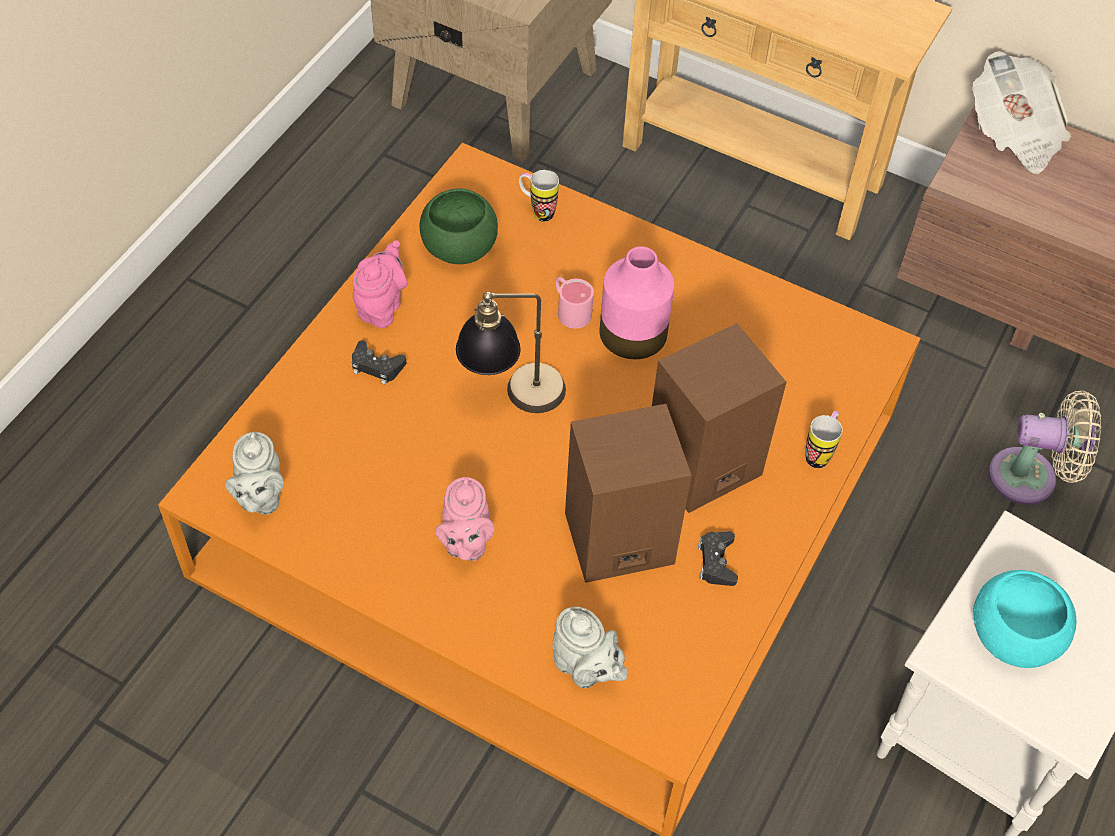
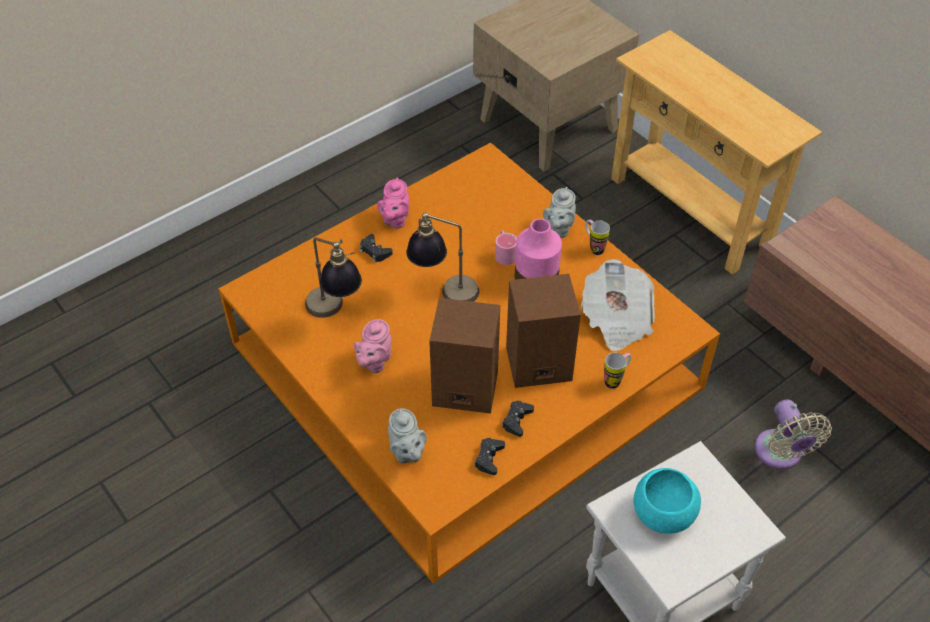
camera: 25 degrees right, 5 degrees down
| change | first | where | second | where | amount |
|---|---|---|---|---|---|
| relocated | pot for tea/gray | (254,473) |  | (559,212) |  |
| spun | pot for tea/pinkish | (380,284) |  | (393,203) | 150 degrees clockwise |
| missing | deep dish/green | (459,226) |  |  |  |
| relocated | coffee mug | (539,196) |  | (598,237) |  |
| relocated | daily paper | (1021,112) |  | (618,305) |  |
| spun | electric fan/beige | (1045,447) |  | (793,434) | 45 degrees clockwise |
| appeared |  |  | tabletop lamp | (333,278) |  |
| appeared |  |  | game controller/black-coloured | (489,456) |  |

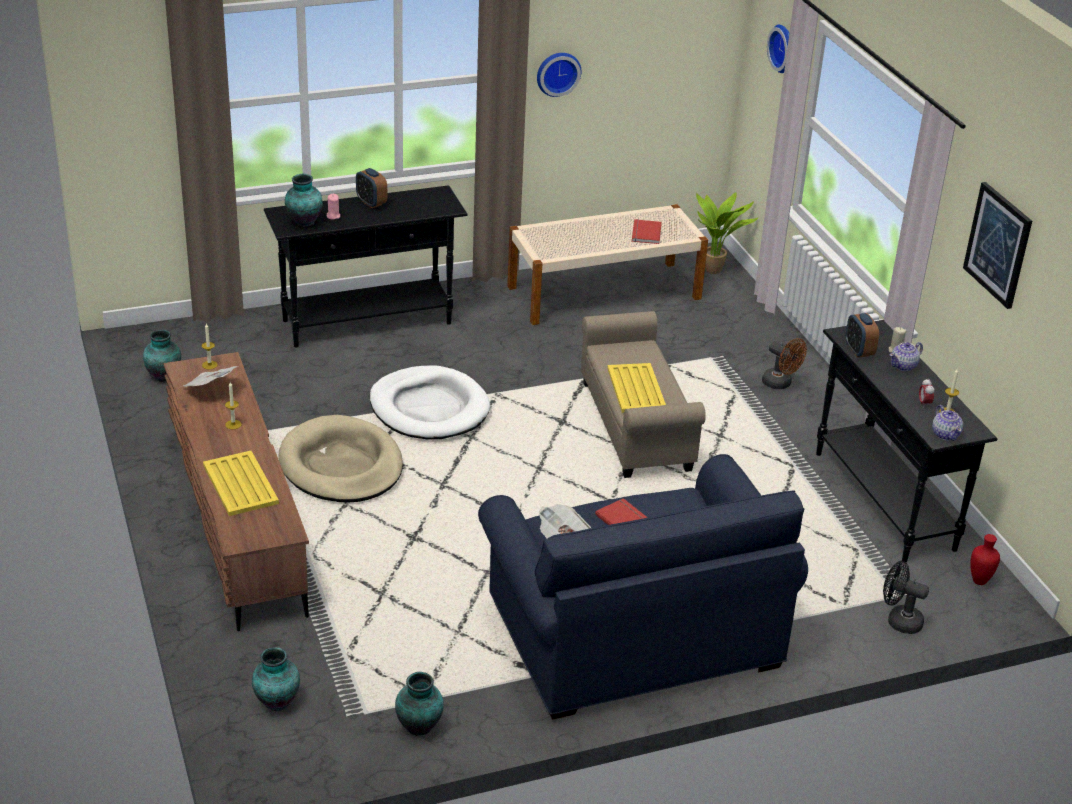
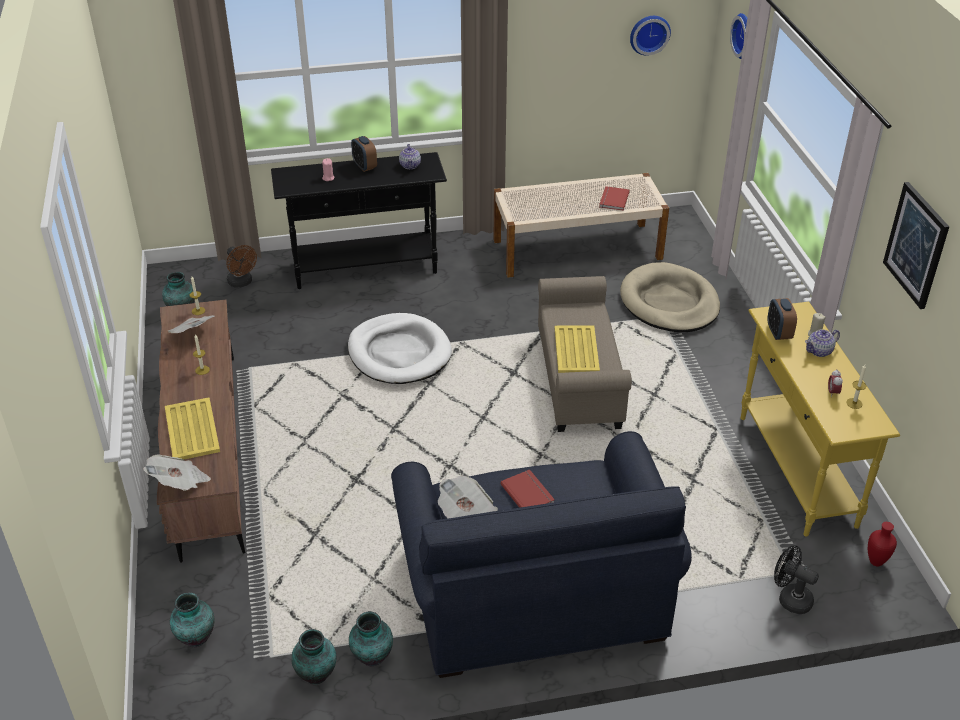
camera: 10 degrees right, 5 degrees up
| change | first | where | second | where | amount |
|---|---|---|---|---|---|
| relocated | dog bed/beige | (340,459) |  | (670,297) |  |
| relocated | flower vase | (304,200) |  | (371,638) |  |
| relocated | hanging clock | (559,75) |  | (650,36) |  |
| missing | potted plant | (727,233) |  |  |  |
| relocated | electric fan/brown | (784,363) |  | (241,266) |  |
| colour | hall table/black-coloured | (907,441) | hall table/yellow-coloured | (820,419) |  |
| relocated | pot for tea | (947,423) |  | (410,156) |  |
| appeared |  |  | daily paper | (177,472) |  |

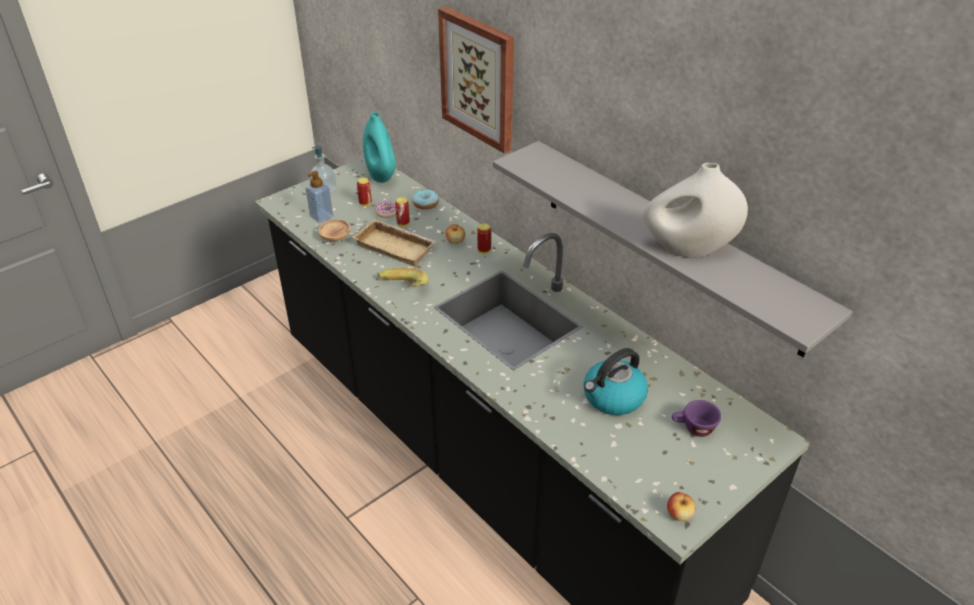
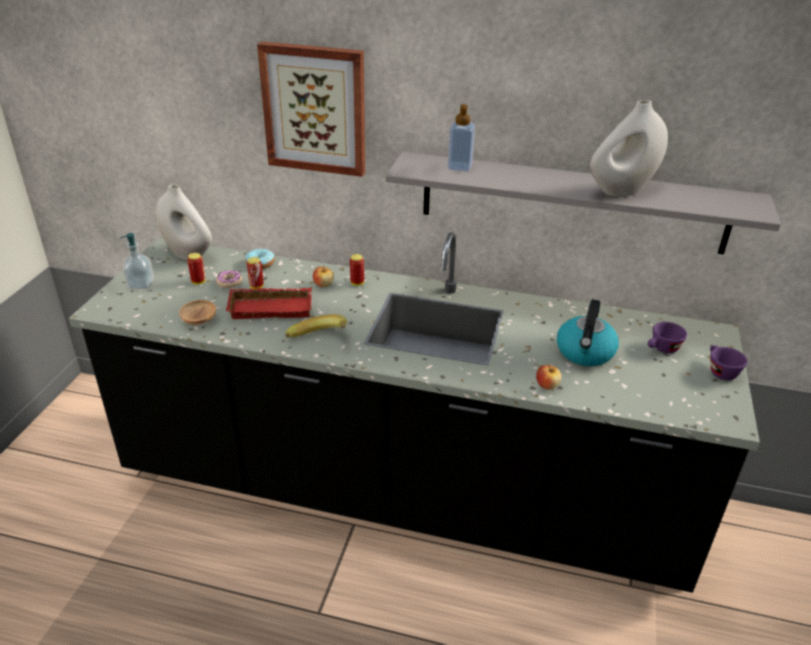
camera: 35 degrees left, 5 degrees down
| change | first | where | second | where | amount |
|---|---|---|---|---|---|
| relocated | liquid soap bottle | (319,197) |  | (461,138) |  |
| colour | carrying tray/beige | (394,242) | carrying tray/reddish | (269,303) |  |
| colour | flower vase/turquoise-coloured | (379,147) | flower vase/whitish | (184,222) |  |
| relocated | whole apple | (681,506) |  | (548,376) |  |
| appeared |  |  | cup/purple | (729,362) |  |

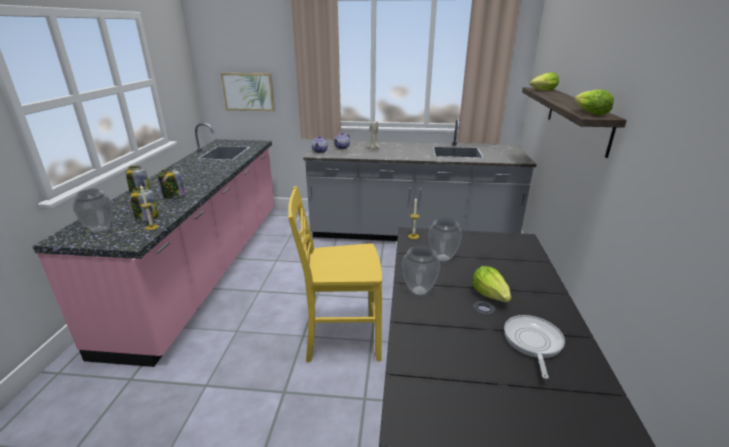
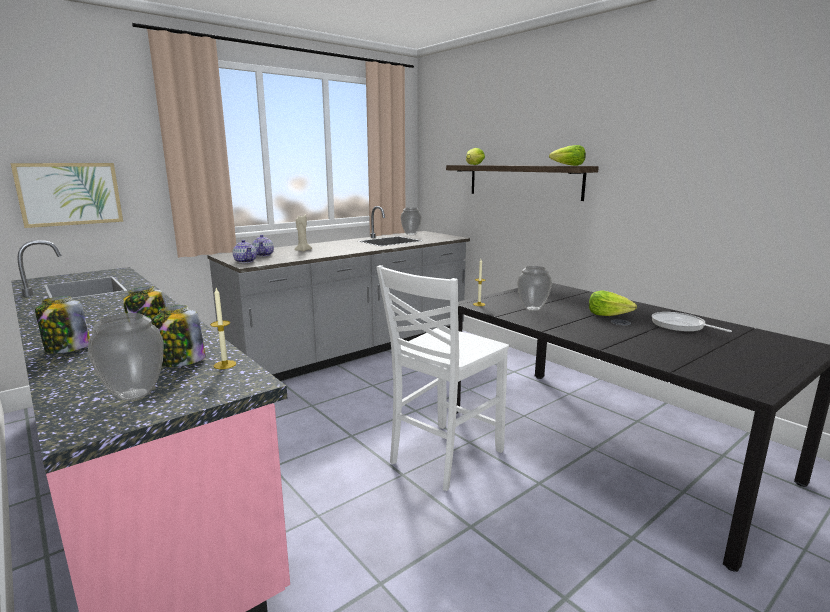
camera: 45 degrees left, 10 degrees down
| change | first | where | second | where | amount |
|---|---|---|---|---|---|
| colour | chair/yellow-coloured | (335,274) | chair/whitish | (442,378) |  |
| relocated | flower vase | (421,270) |  | (411,221) |  |

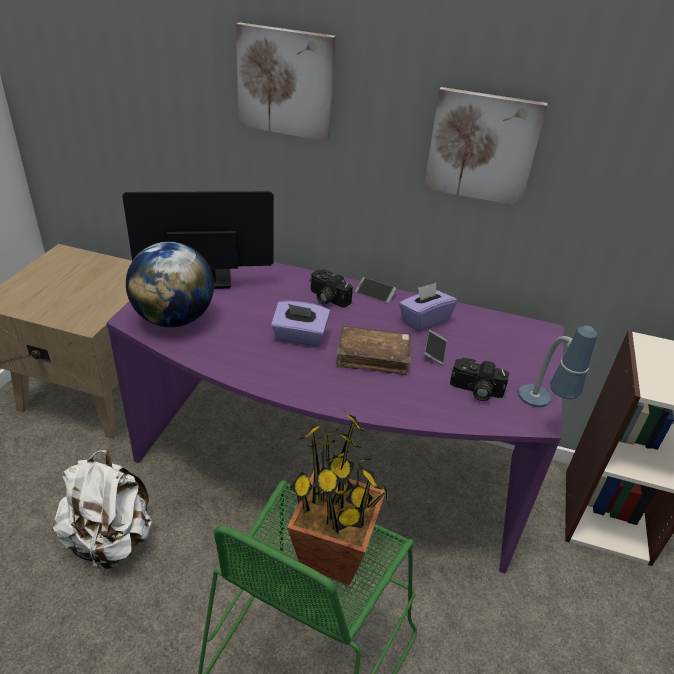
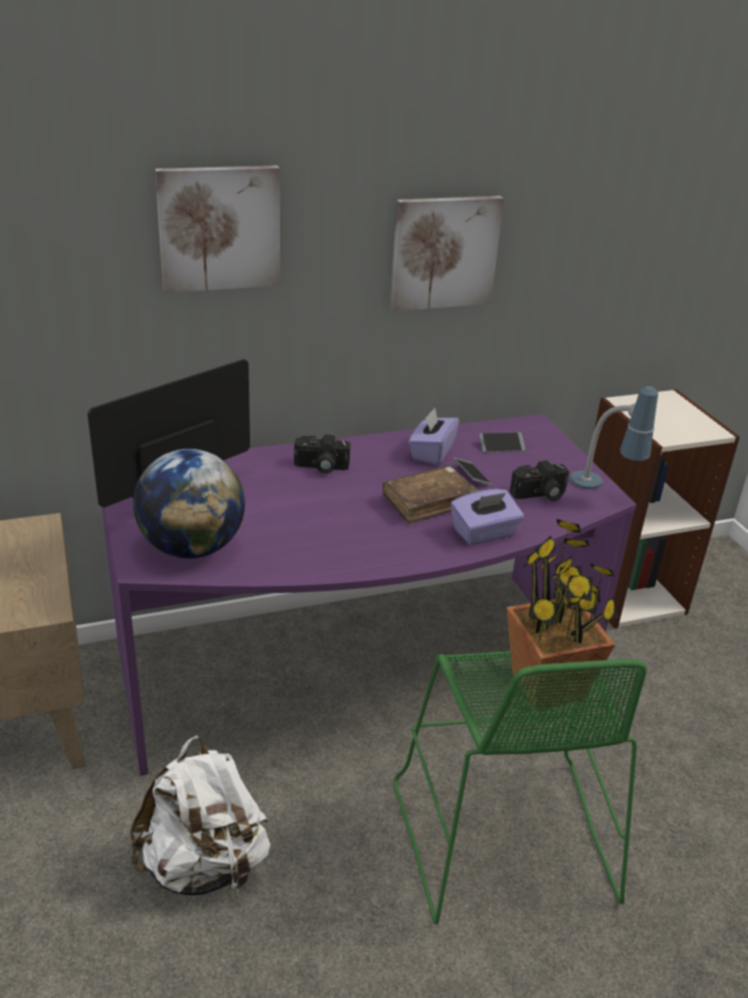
camera: 35 degrees left, 5 degrees down
| change | first | where | second | where | amount |
|---|---|---|---|---|---|
| relocated | tissue box/purple | (300,323) |  | (487,517) |  |
| relocated | telephone | (375,290) |  | (502,442) |  |

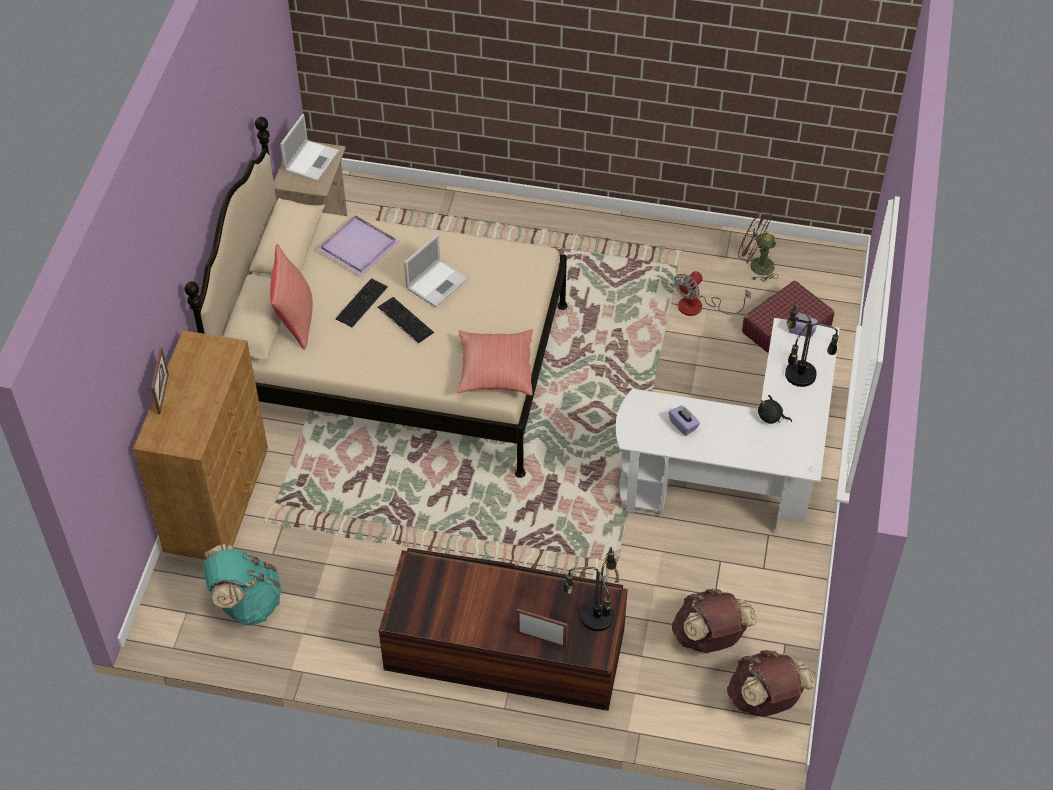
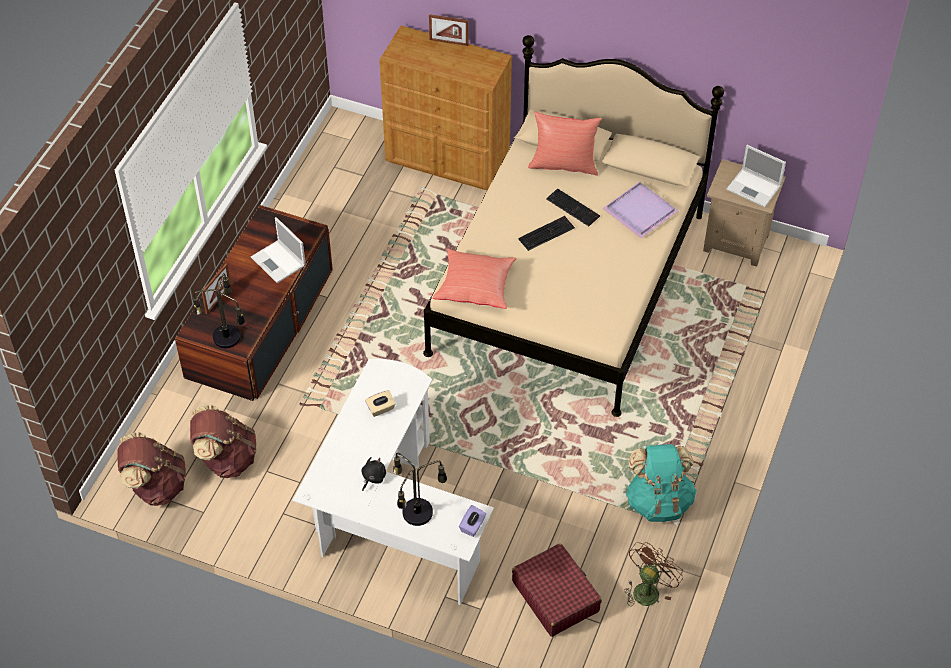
camera: 100 degrees right, 0 degrees up
| change | first | where | second | where | amount |
|---|---|---|---|---|---|
| relocated | knapsack/turquoise-coloured | (242,584) |  | (661,483) |  |
| relocated | laptop | (436,270) |  | (278,250) |  |
| colour | tissue box/purple | (684,420) | tissue box/beige | (380,403) |  |
| missing | electric fan | (712,293) |  |  |  |

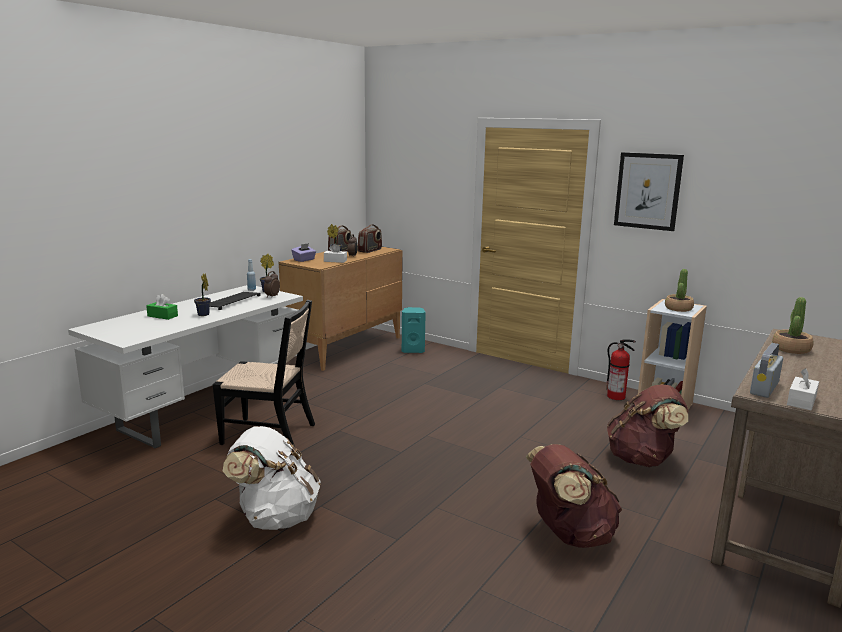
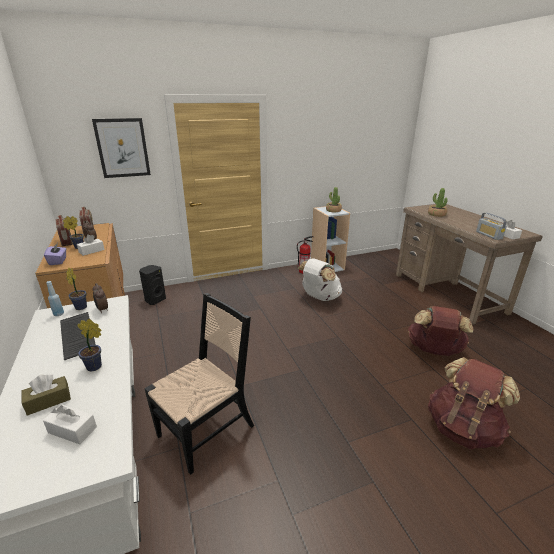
camera: 55 degrees left, 10 degrees up
| change | first | where | second | where | amount |
|---|---|---|---|---|---|
| colour | tissue box/green | (162,307) | tissue box/brown | (46,395) |  |
| relocated | knapsack/whitish | (271,478) |  | (319,279) |  |
| colour | loudspeaker/turquoise-coloured | (414,330) | loudspeaker/black-coloured | (152,285) |  |
| relocated | knapsack/brown | (648,425) |  | (474,403) |  |
| relocated | wall picture | (649,191) |  | (121,148) |  |
| appeared |  |  | tissue box/whitish | (70,424) |  |

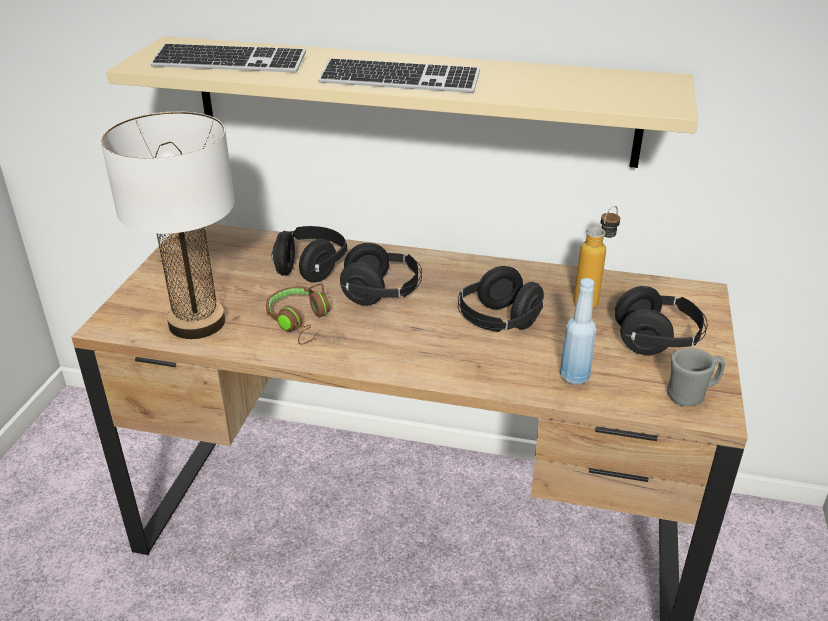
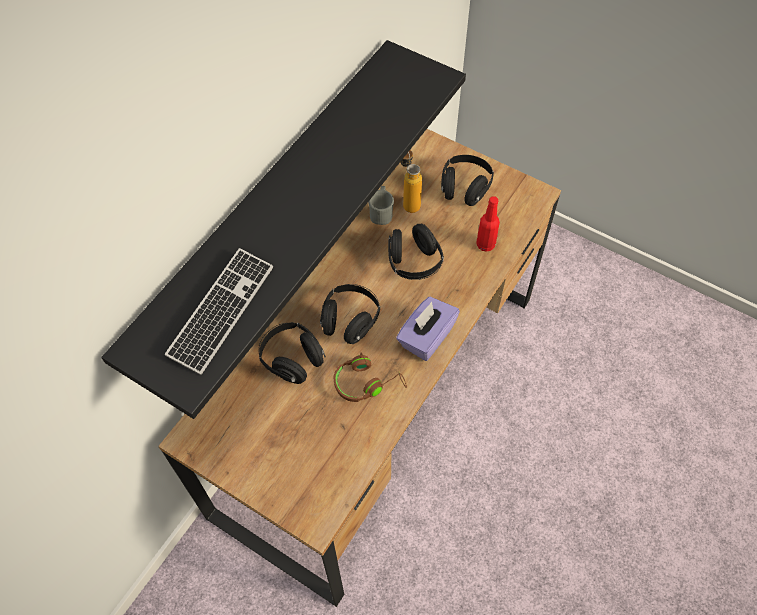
camera: 70 degrees left, 25 degrees up
| change | first | where | second | where | amount |
|---|---|---|---|---|---|
| missing | tabletop lamp | (168,225) |  |  |  |
| colour | shelf/beige | (402,102) | shelf/black-coloured | (283,229) |  |
| missing | computer keyboard | (399,75) |  |  |  |
| colour | bottle/bluish | (578,331) | bottle/reddish | (488,224) |  |
| relocated | coffee mug/gray | (696,377) |  | (381,205) |  |
| appeared |  |  | tissue box/purple | (428,329) |  |

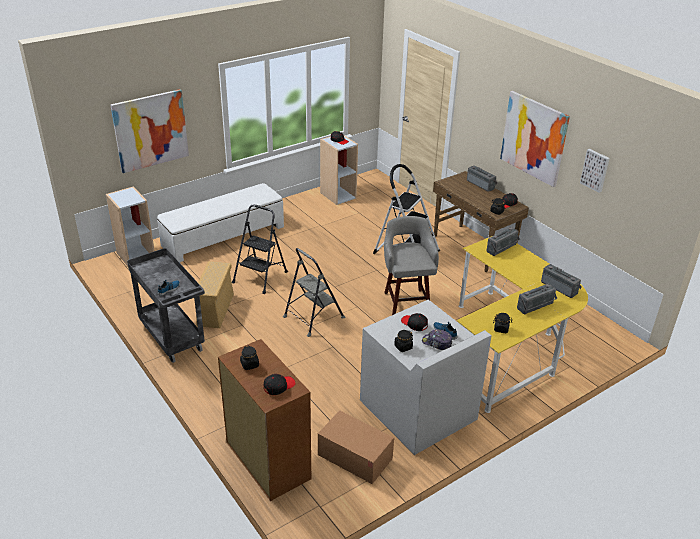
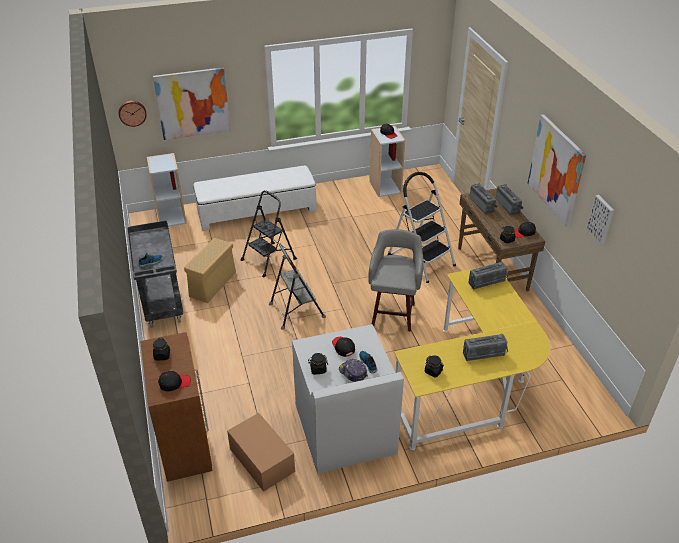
camera: 20 degrees right, 5 degrees up
| change | first | where | second | where | amount |
|---|---|---|---|---|---|
| relocated | radio | (561,281) |  | (484,198) |  |
| appeared |  |  | hanging clock | (133,114) |  |

